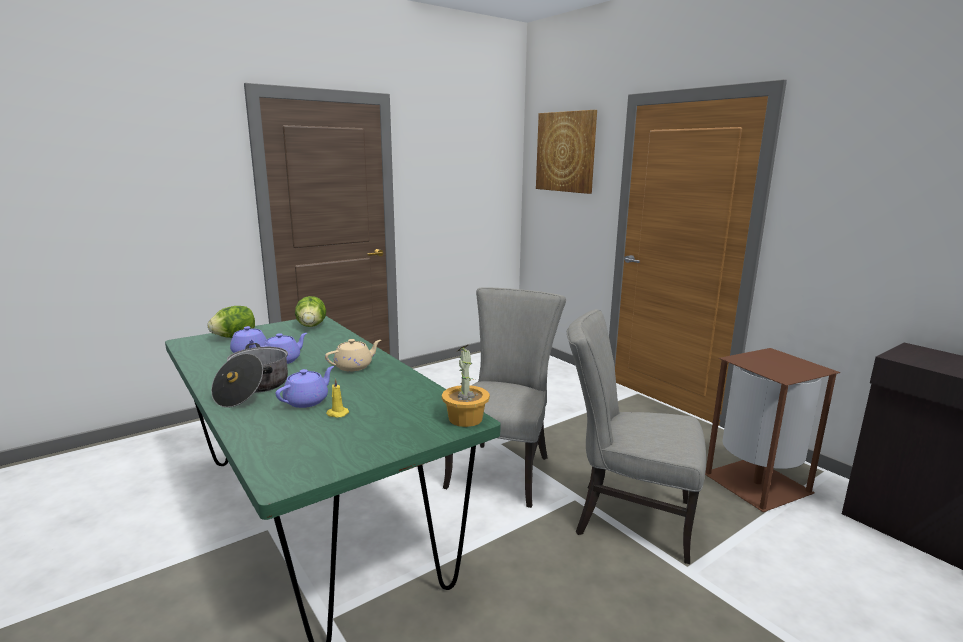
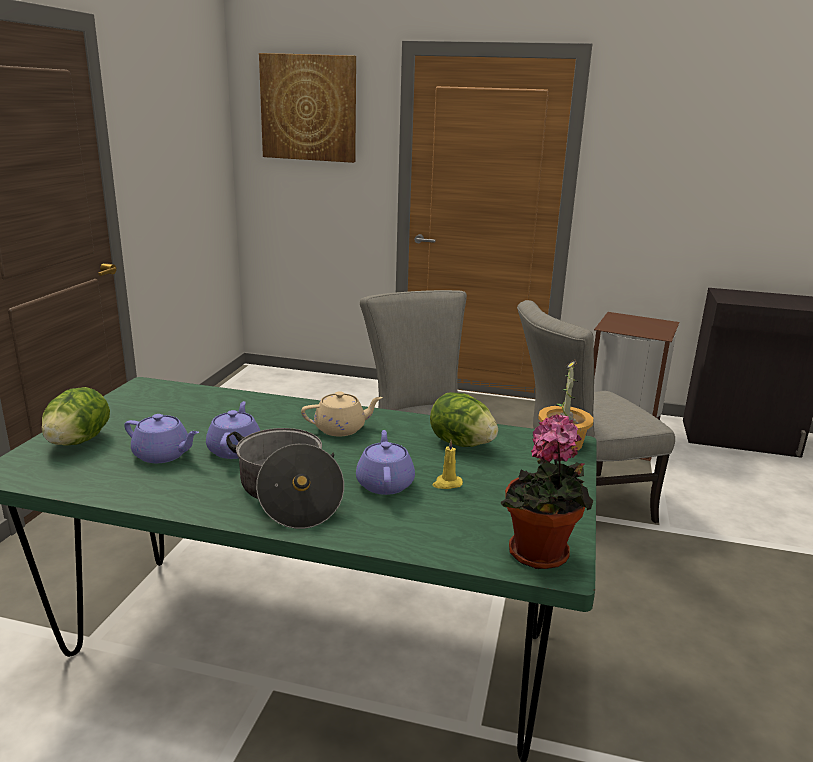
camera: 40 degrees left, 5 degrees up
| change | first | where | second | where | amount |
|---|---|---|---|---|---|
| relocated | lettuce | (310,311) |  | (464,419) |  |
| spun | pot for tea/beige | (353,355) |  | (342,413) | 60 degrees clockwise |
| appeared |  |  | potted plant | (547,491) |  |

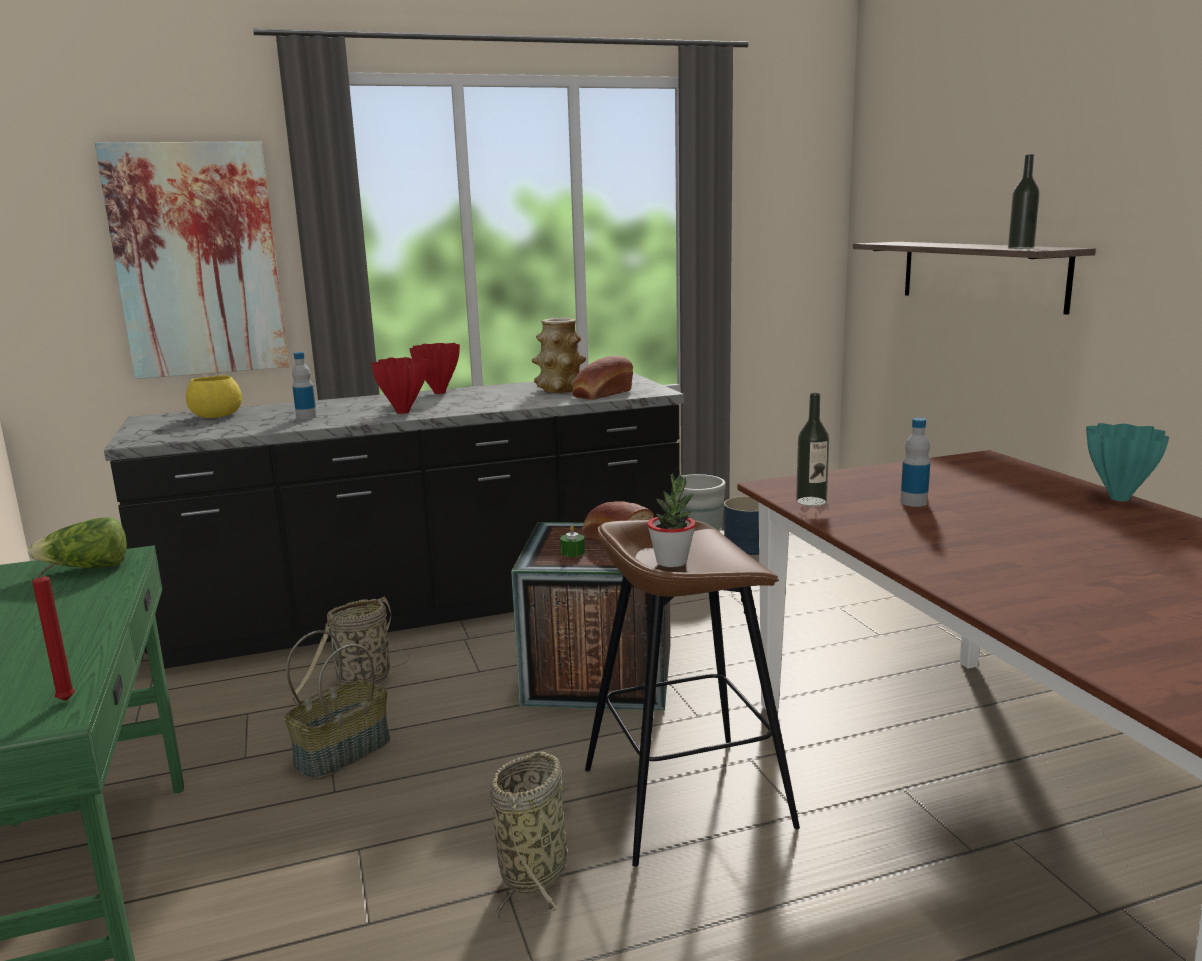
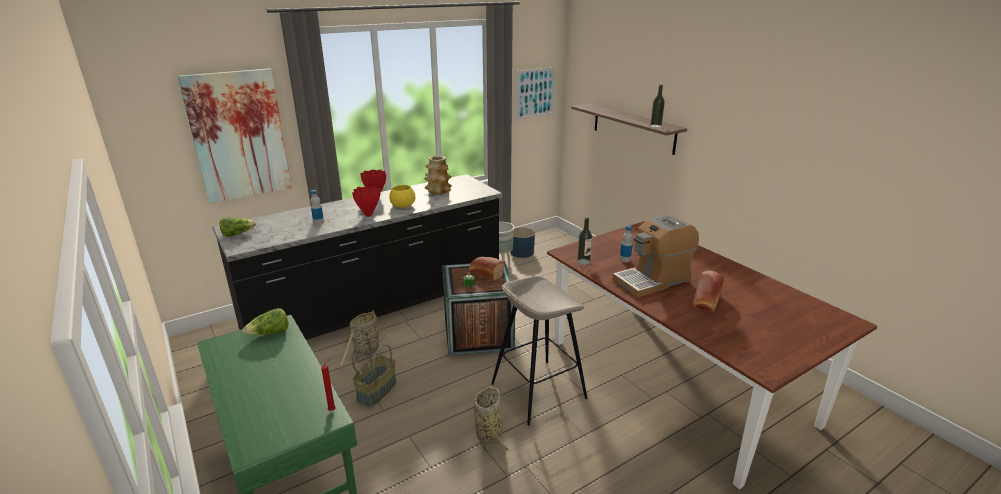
camera: 15 degrees left, 10 degrees up
| change | first | where | second | where | amount |
|---|---|---|---|---|---|
| relocated | deep dish/yellow-coloured | (214,396) |  | (402,196) |  |
| relocated | bakery bread | (602,377) |  | (708,291) |  |
| colour | sitting stool/brown | (692,693) | sitting stool/gray | (539,350) |  |
| missing | potted plant | (671,520) |  |  |  |
| missing | flower vase/turquoise-coloured | (1127,462) |  |  |  |
| appeared |  |  | lettuce | (238,227) |  |
| appeared |  |  | wall picture | (536,93) |  |
| appeared |  |  | coffee machine | (655,256) |  |

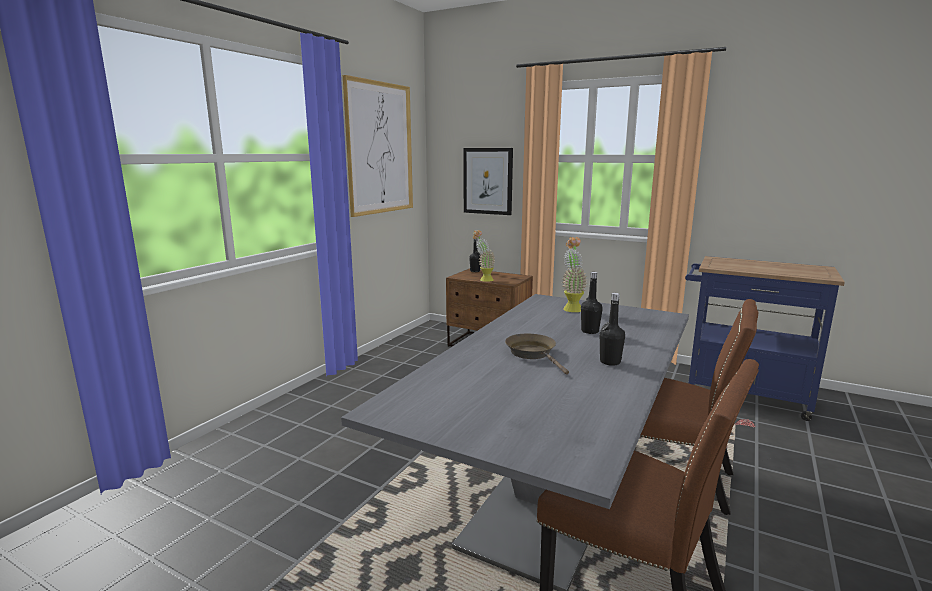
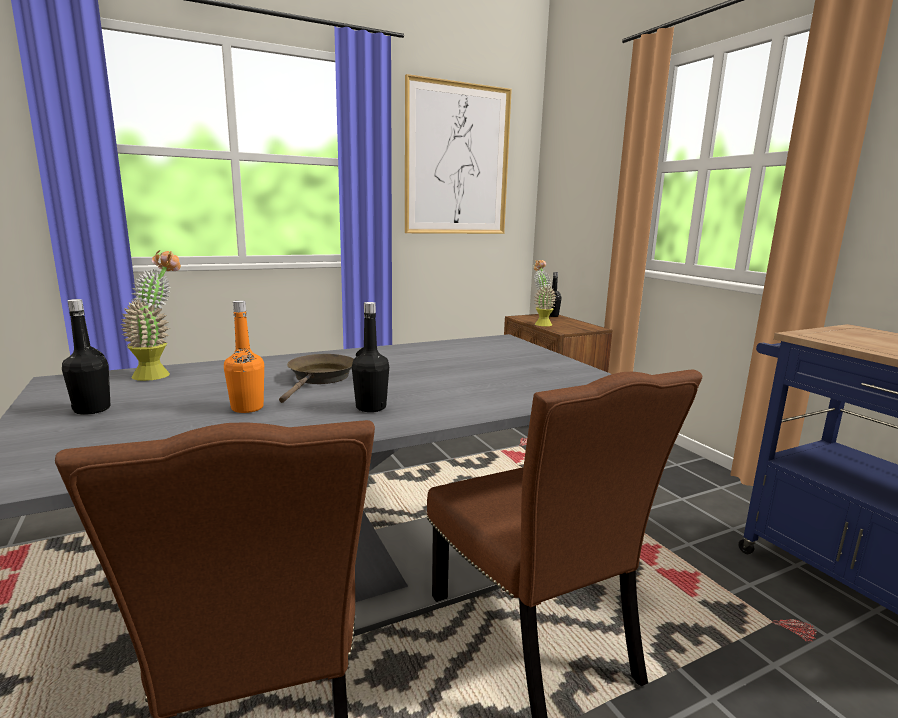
camera: 35 degrees right, 0 degrees up
| change | first | where | second | where | amount |
|---|---|---|---|---|---|
| missing | wall picture | (488,181) |  |  |  |
| relocated | potted plant | (574,274) |  | (151,315) |  |
| relocated | bottle/black-coloured | (592,303) |  | (86,357) |  |
| appeared |  |  | bottle/orange-coloured | (244,357) |  |

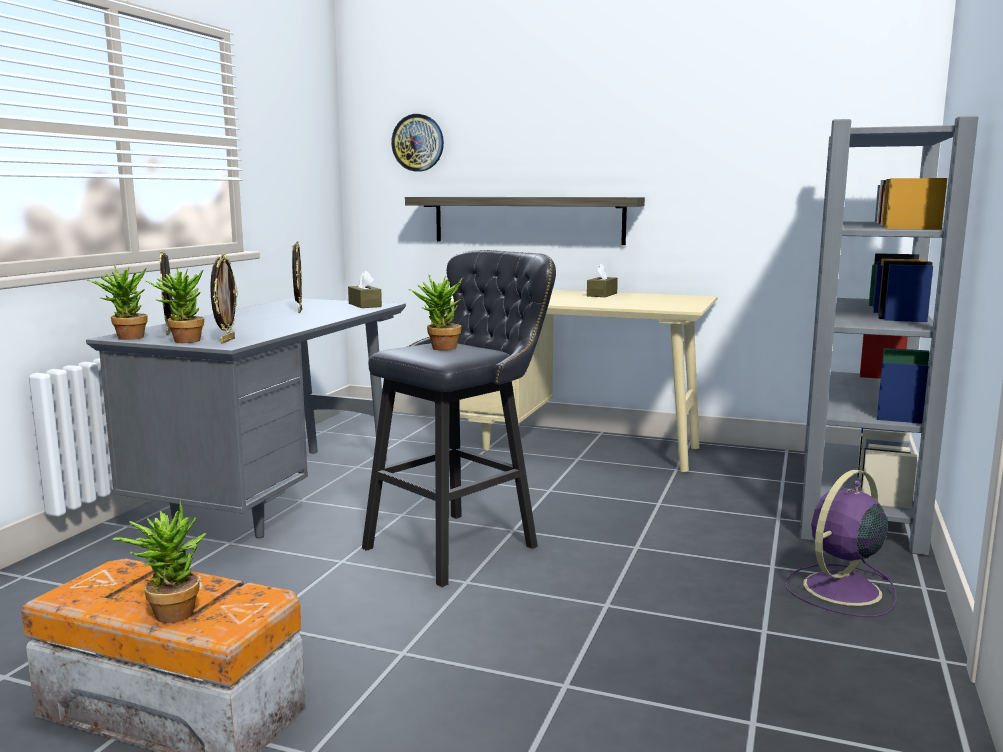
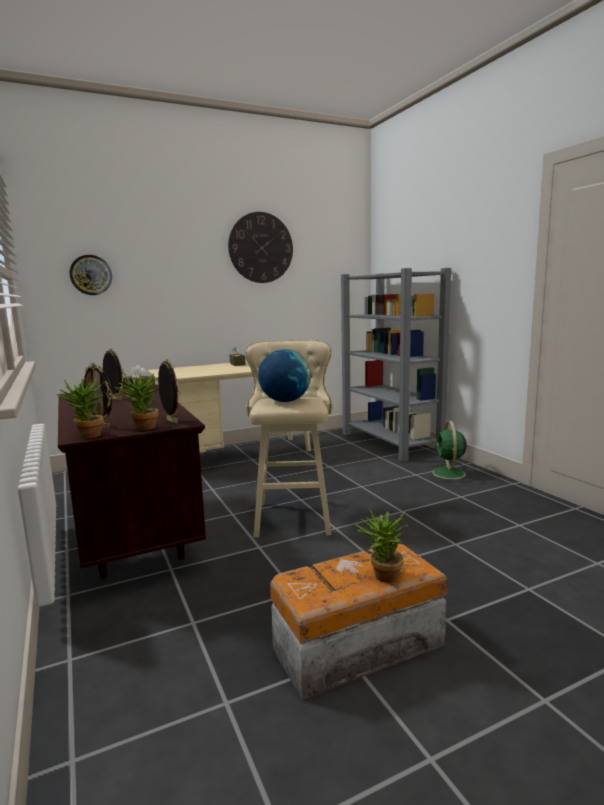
camera: 45 degrees left, 0 degrees up
| change | first | where | second | where | amount |
|---|---|---|---|---|---|
| colour | desk unit/gray | (246,418) | desk unit/brown | (132,481) |  |
| colour | sitting stool/black-coloured | (459,418) | sitting stool/beige | (289,438) |  |
| missing | shelf | (525,221) |  |  |  |
| exchanged | potted plant | (436,312) | world globe | (284,375) |  |
| colour | electric fan/purple | (840,543) | electric fan/green | (450,451) |  |
| appeared |  |  | hanging clock | (260,247) |  |

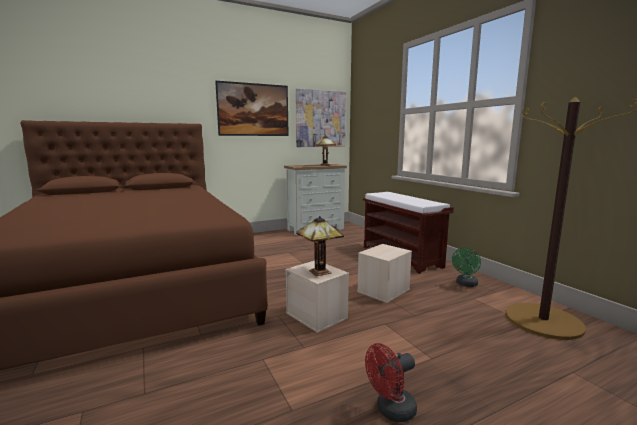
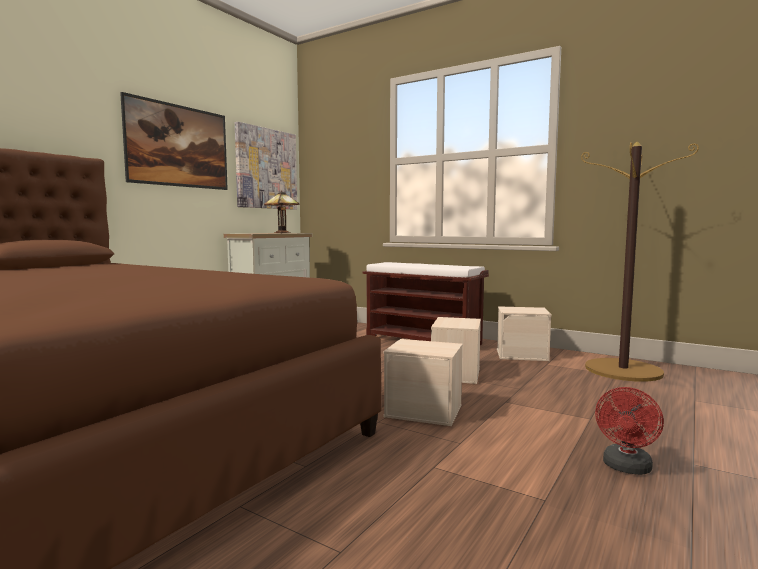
camera: 30 degrees left, 5 degrees down
| change | first | where | second | where | amount |
|---|---|---|---|---|---|
| missing | tabletop lamp | (320,246) |  |  |  |
| exchanged | electric fan/green | (466,267) | storage box/beige | (524,333) |  |

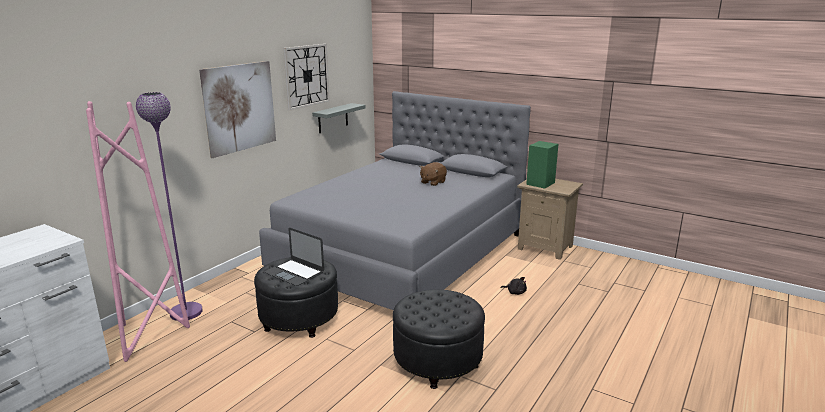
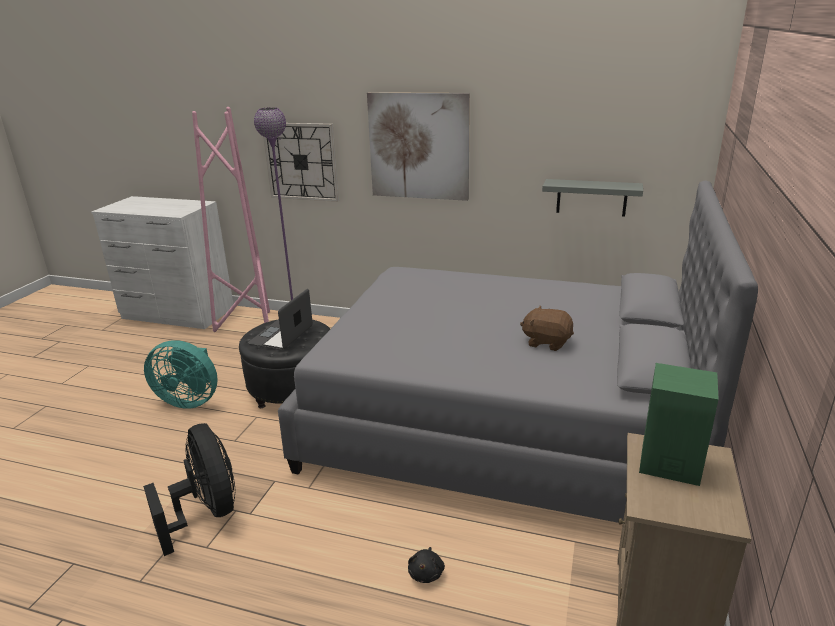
camera: 75 degrees right, 5 degrees up
| change | first | where | second | where | amount |
|---|---|---|---|---|---|
| relocated | hanging clock | (306,77) |  | (301,162) |  |
| exchanged | footrest/black-coloured | (439,339) | electric fan/black-coloured | (189,489) |  |
| appeared |  |  | electric fan/turquoise-coloured | (181,374) |  |

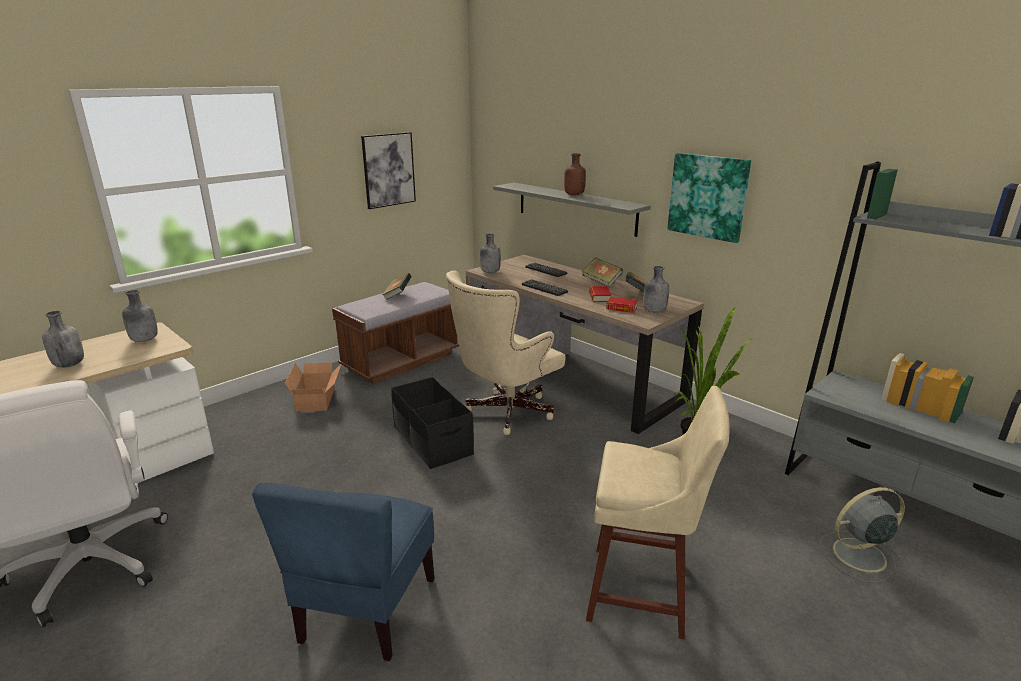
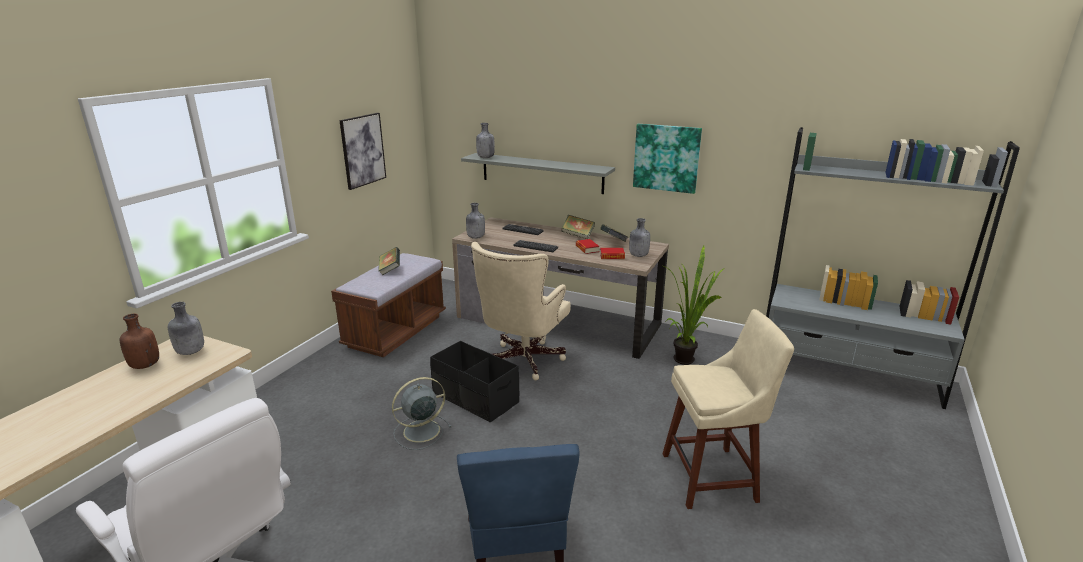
camera: 20 degrees left, 0 degrees up
| change | first | where | second | where | amount |
|---|---|---|---|---|---|
| relocated | bottle/gray | (63,339) |  | (485,140) |  |
| missing | carton | (313,387) |  |  |  |
| relocated | bottle/brown | (575,174) |  | (139,341) |  |
| relocated | electric fan/gray | (862,535) |  | (422,413) |  |

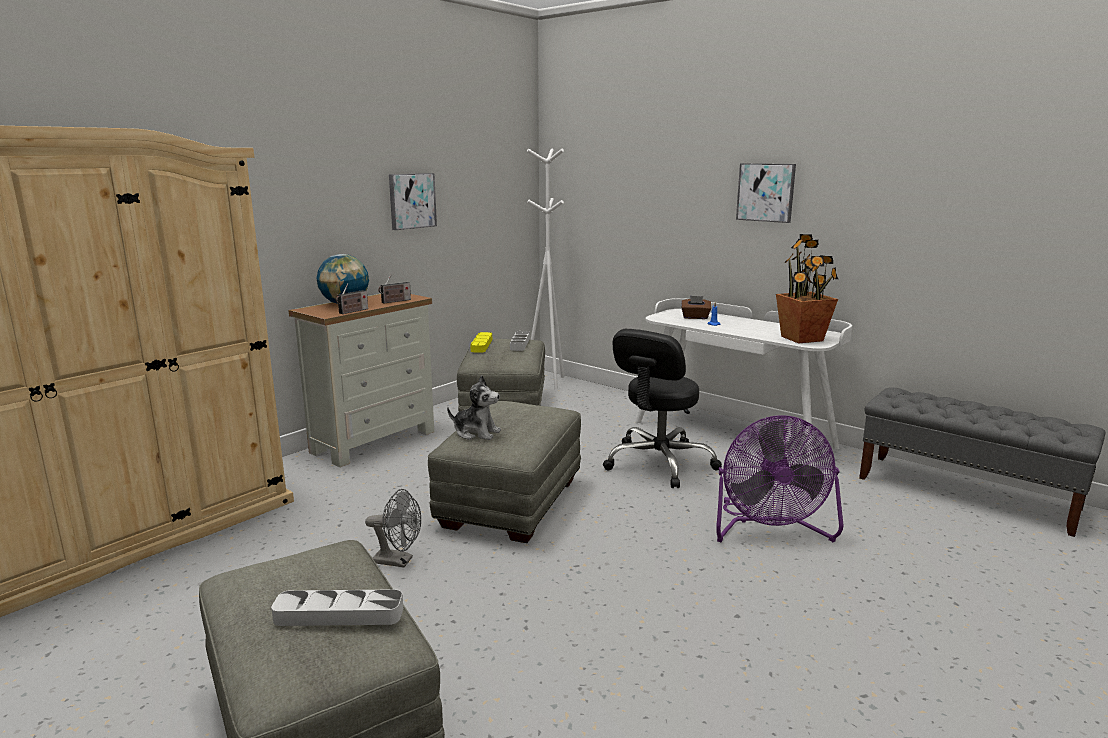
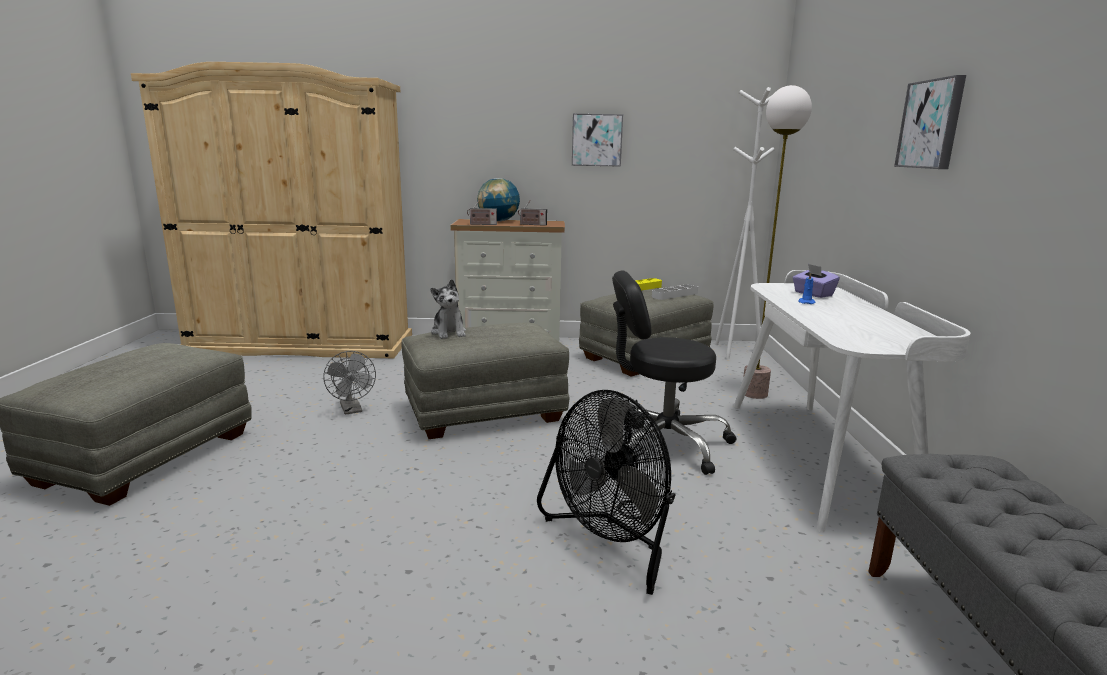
camera: 50 degrees right, 0 degrees up
| change | first | where | second | where | amount |
|---|---|---|---|---|---|
| missing | carrying tray/gray | (337,607) |  |  |  |
| colour | tissue box/brown | (696,307) | tissue box/purple | (816,281) |  |
| colour | electric fan/purple | (780,478) | electric fan/black-coloured | (606,492) |  |
| missing | potted plant | (807,288) |  |  |  |
| appeared |  |  | floor lamp | (777,242) |  |

